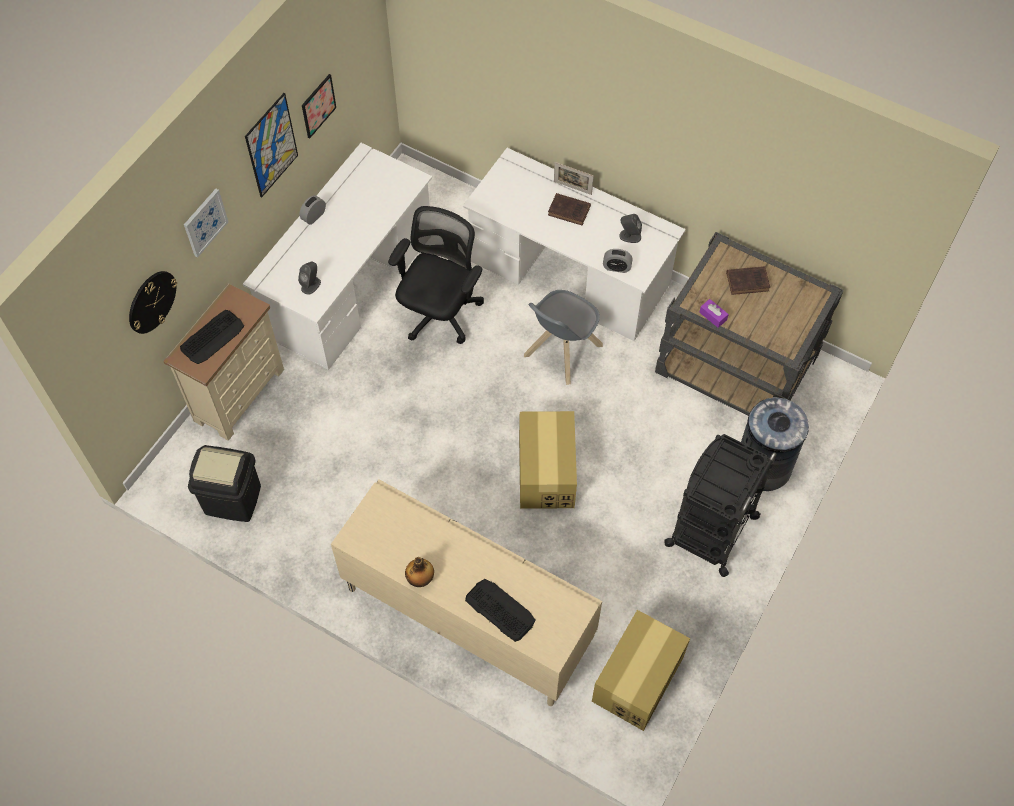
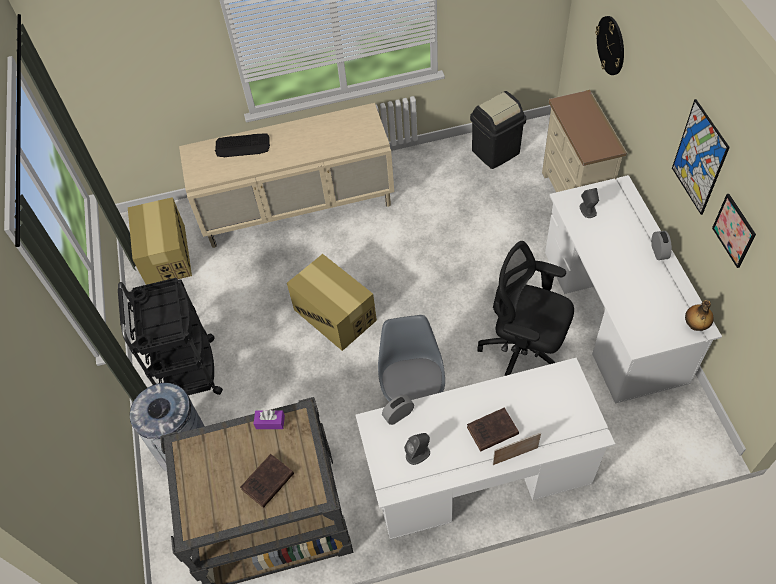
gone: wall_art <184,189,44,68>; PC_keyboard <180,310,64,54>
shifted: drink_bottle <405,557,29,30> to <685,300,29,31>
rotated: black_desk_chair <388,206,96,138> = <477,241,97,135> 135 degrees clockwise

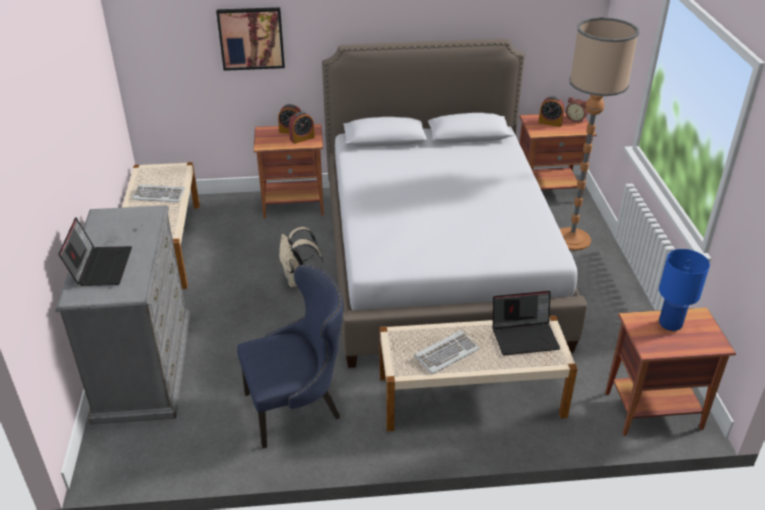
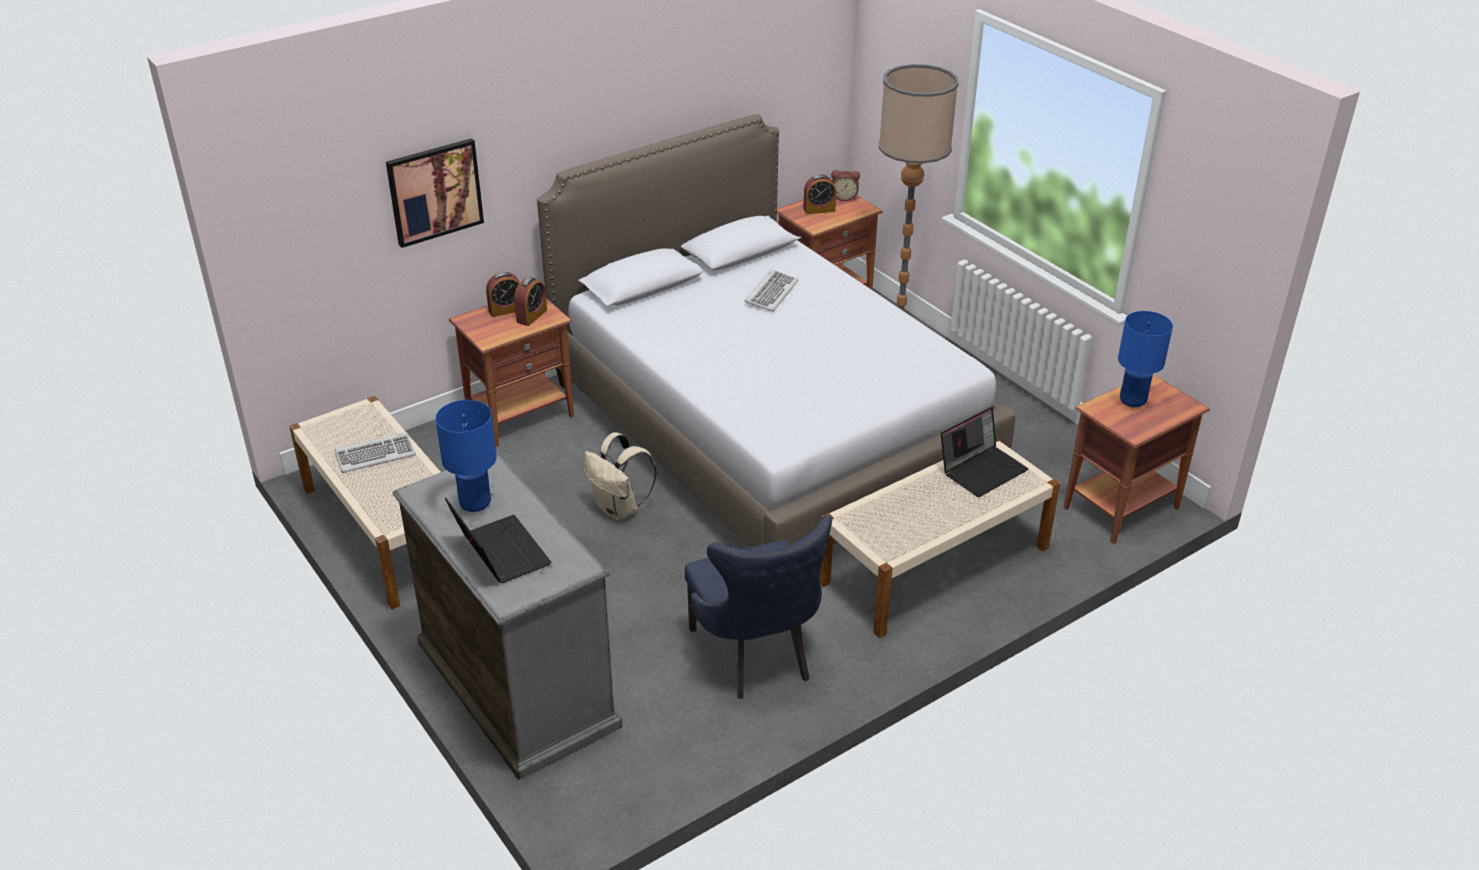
new: bluish_table_lamp <435,400,62,112>
shifted: PC_keyboard <414,330,65,44> to <744,270,54,42>
rotated: bluish_chair <237,264,106,185> = <685,515,147,184> 120 degrees clockwise

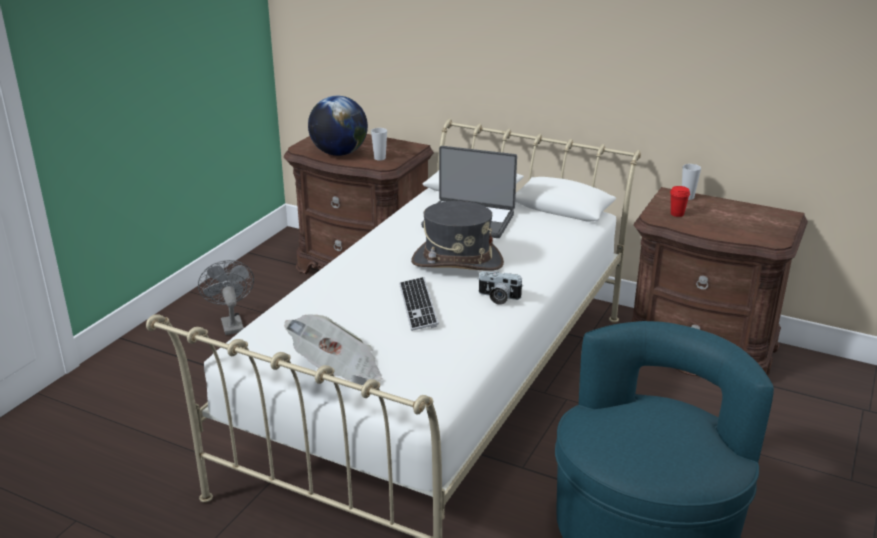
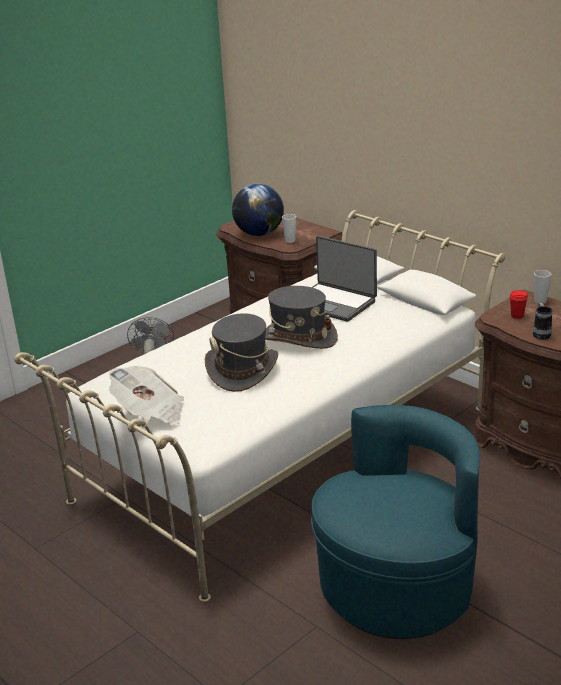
gone: still_camera <478,271,44,34>
new: mug <533,303,19,37>
swapped: PC_keyboard <399,277,40,54> to gray_clothing_hat <205,313,73,79>

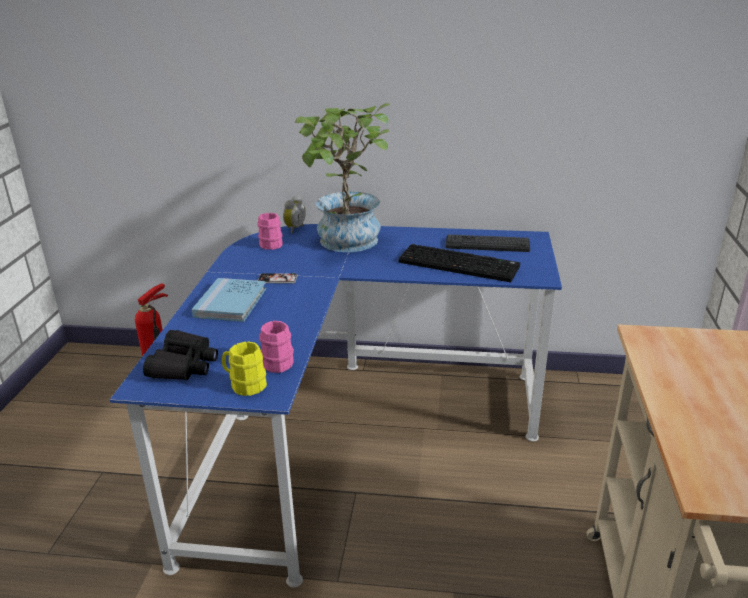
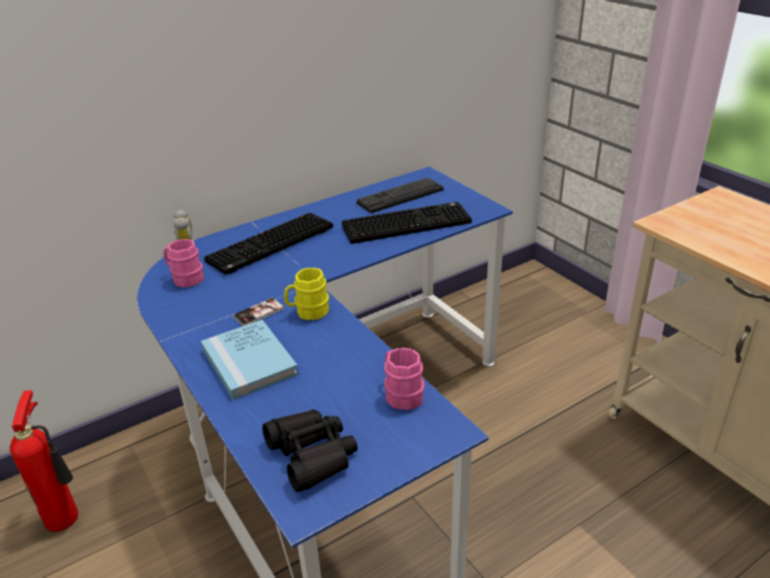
shifted: yellow-coloured_mug <222,342,45,54> to <284,268,45,52>
swapped: plant_in_a_pot <295,103,95,149> to PC_keyboard <204,213,129,62>

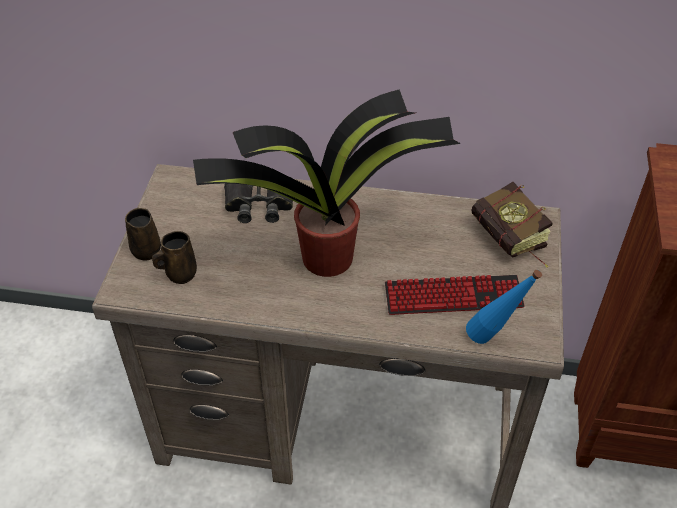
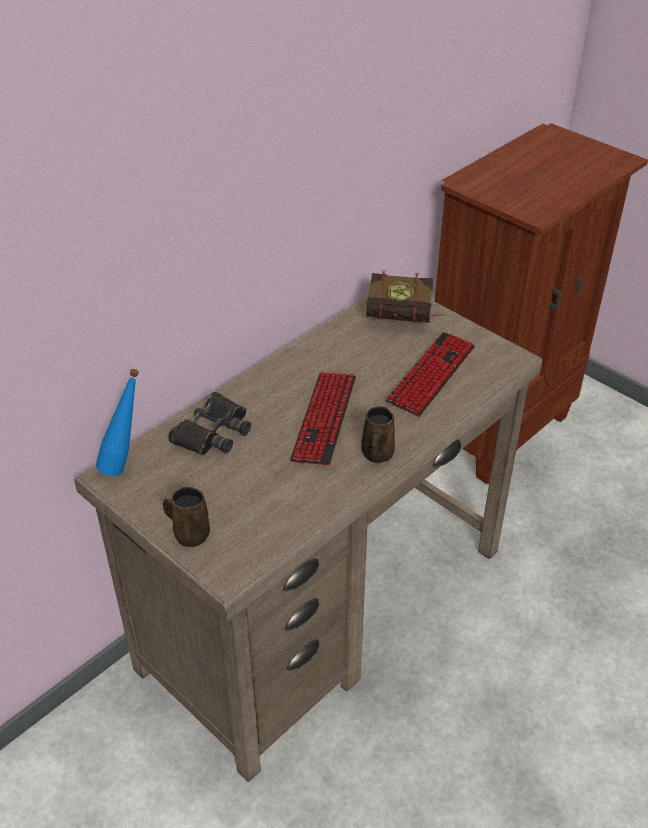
shifted: brown_mug <152,231,45,53> to <362,406,33,57>; bluish_drink_bottle <466,270,76,74> to <96,369,43,107>
swapped: plant_in_a_pot <193,89,268,188> to PC_keyboard <290,372,66,93>

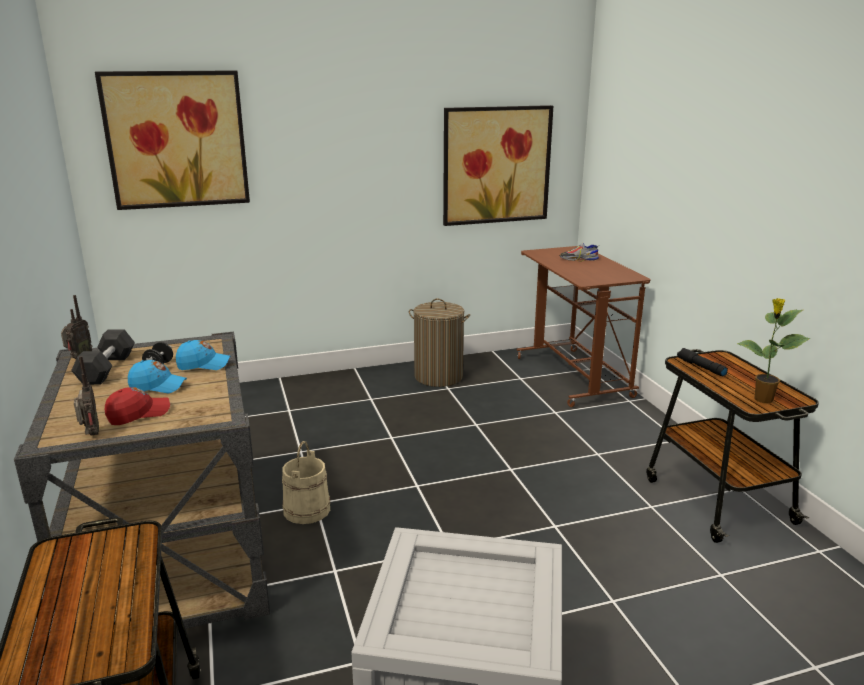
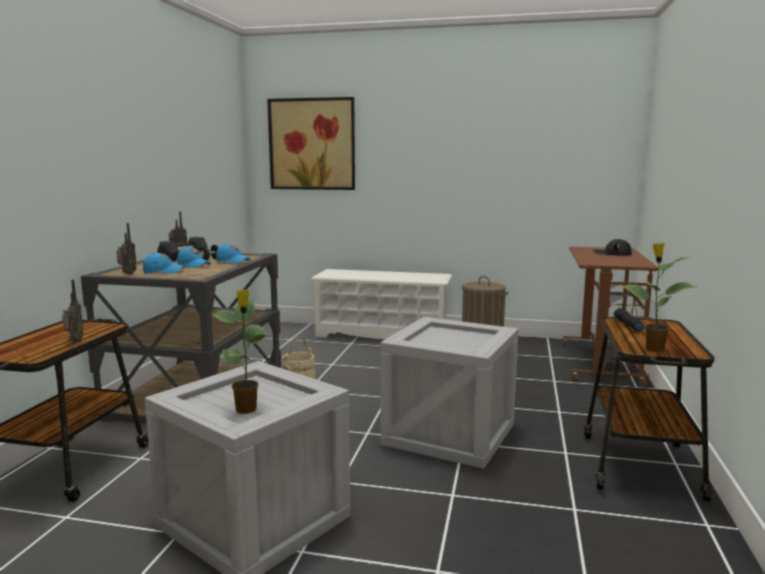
gone: wall_art <443,105,110,121>
new: white-coloured_shoe_shelf <311,269,141,70>; radio <62,280,21,62>; plant_in_a_pot <213,290,56,124>; crate <380,317,138,152>
swapped: item_of_footwear <560,243,39,19> to black_peaked_cap <593,239,39,17>
repainted: red-coloured_peaked_cap <105,387,65,38> to bluish_peaked_cap <143,253,41,21>

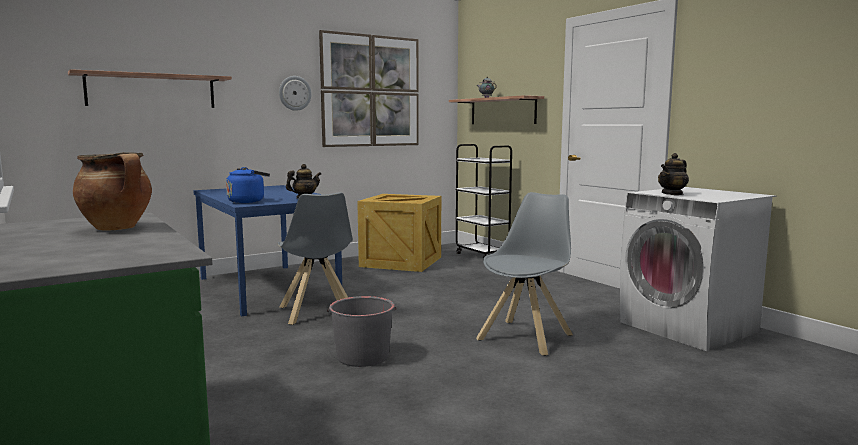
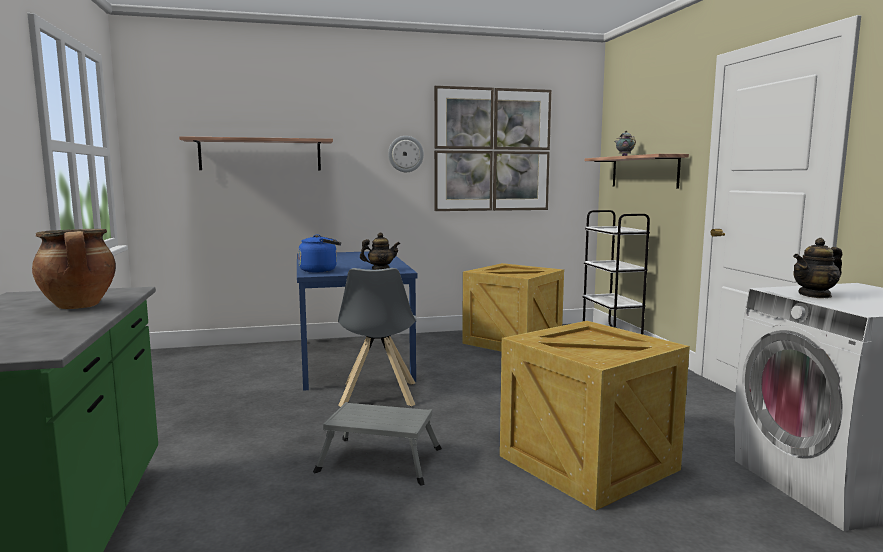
swapped: gray_chair <476,192,97,164> to crate <500,321,190,190>; gray_pail <327,296,69,71> to gray_step_stool <313,402,129,83>

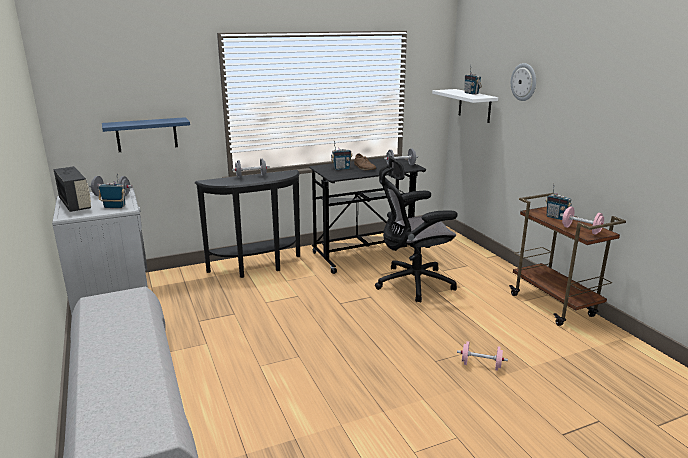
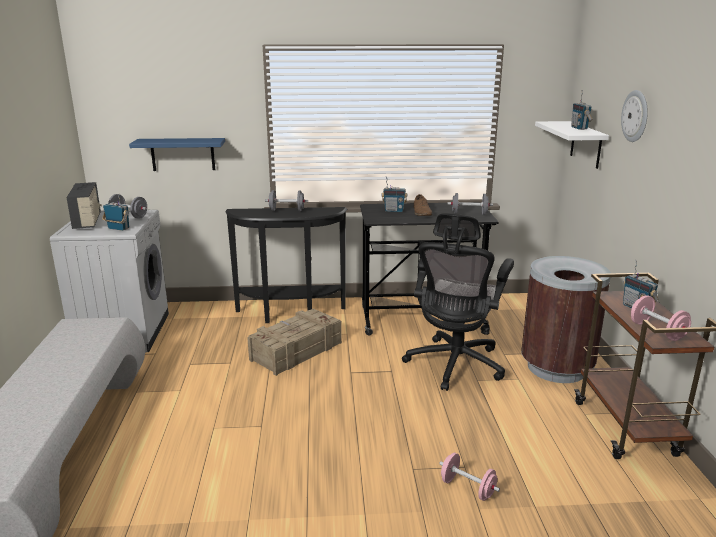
new: brown_trash_can <521,256,90,127>; crate <247,309,95,67>
rotated: desk_chair <375,156,82,146> = <402,213,112,178> 75 degrees counterclockwise

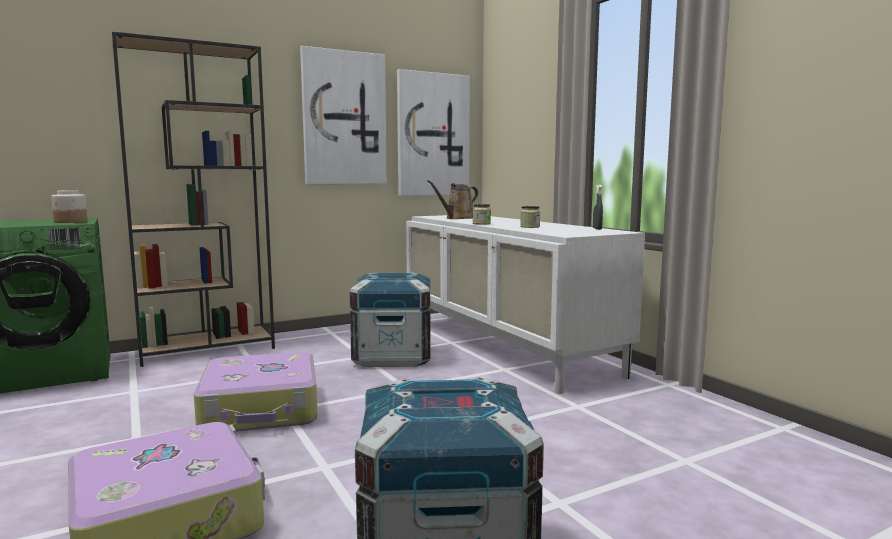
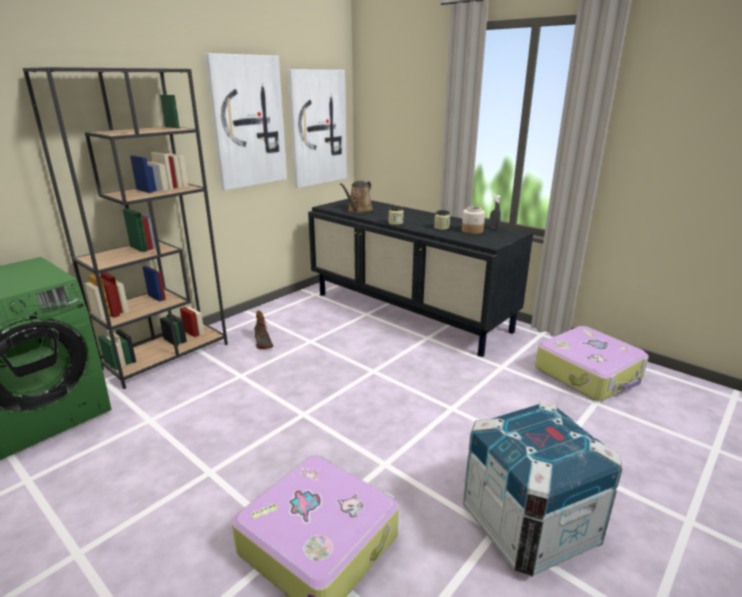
gone: crate <349,272,82,95>
new: boot <254,310,19,39>
shifted: storage_jar <51,190,36,33> to <462,206,23,28>; travel_case <194,352,124,80> to <535,326,114,75>
repainted: white-coloured_storage_cabinet <406,215,239,179> to black_storage_cabinet <308,199,225,158>

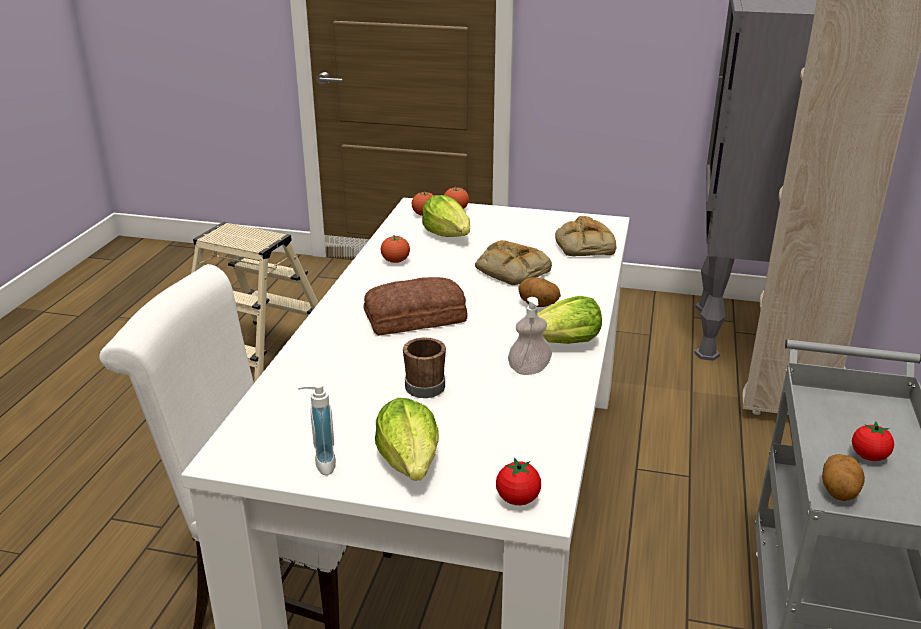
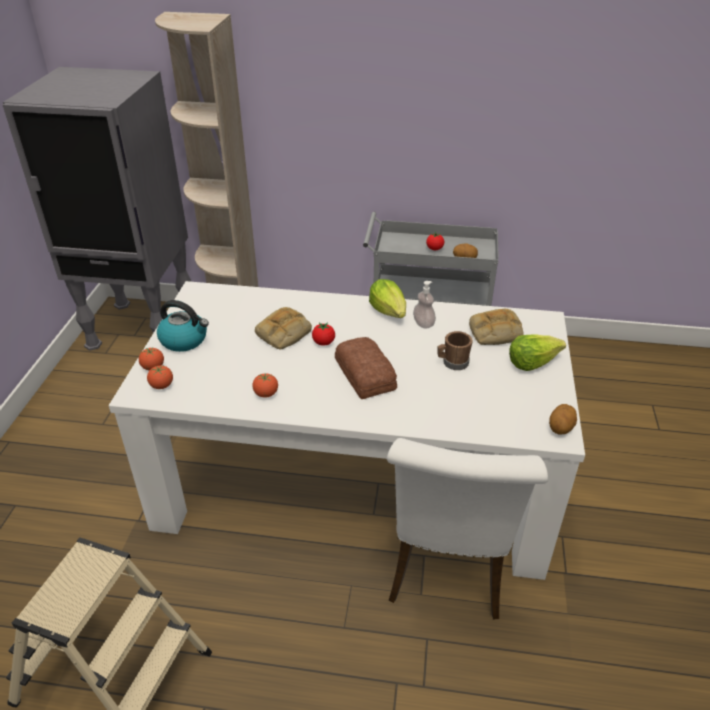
gone: lettuce <422,195,48,42>; soap_bottle <298,382,38,93>
new: kettle <157,300,52,52>
shifted: baked_bread <555,216,61,40> to <469,309,55,36>; spud <518,277,43,30> to <549,404,28,31>; tomato <496,458,45,47> to <312,323,23,23>

